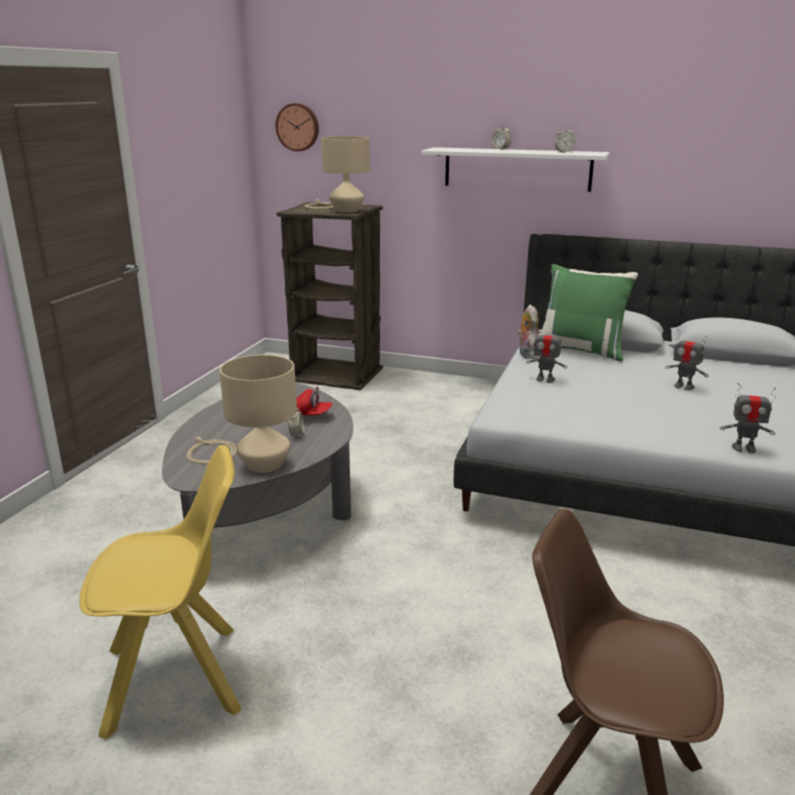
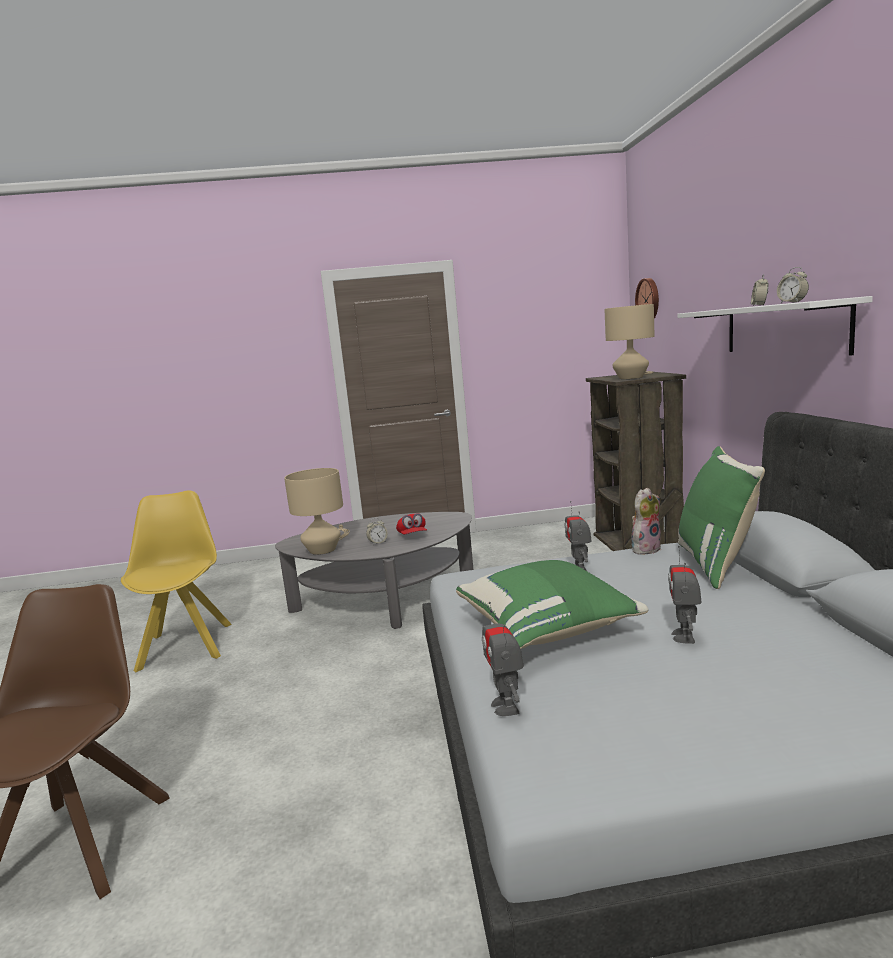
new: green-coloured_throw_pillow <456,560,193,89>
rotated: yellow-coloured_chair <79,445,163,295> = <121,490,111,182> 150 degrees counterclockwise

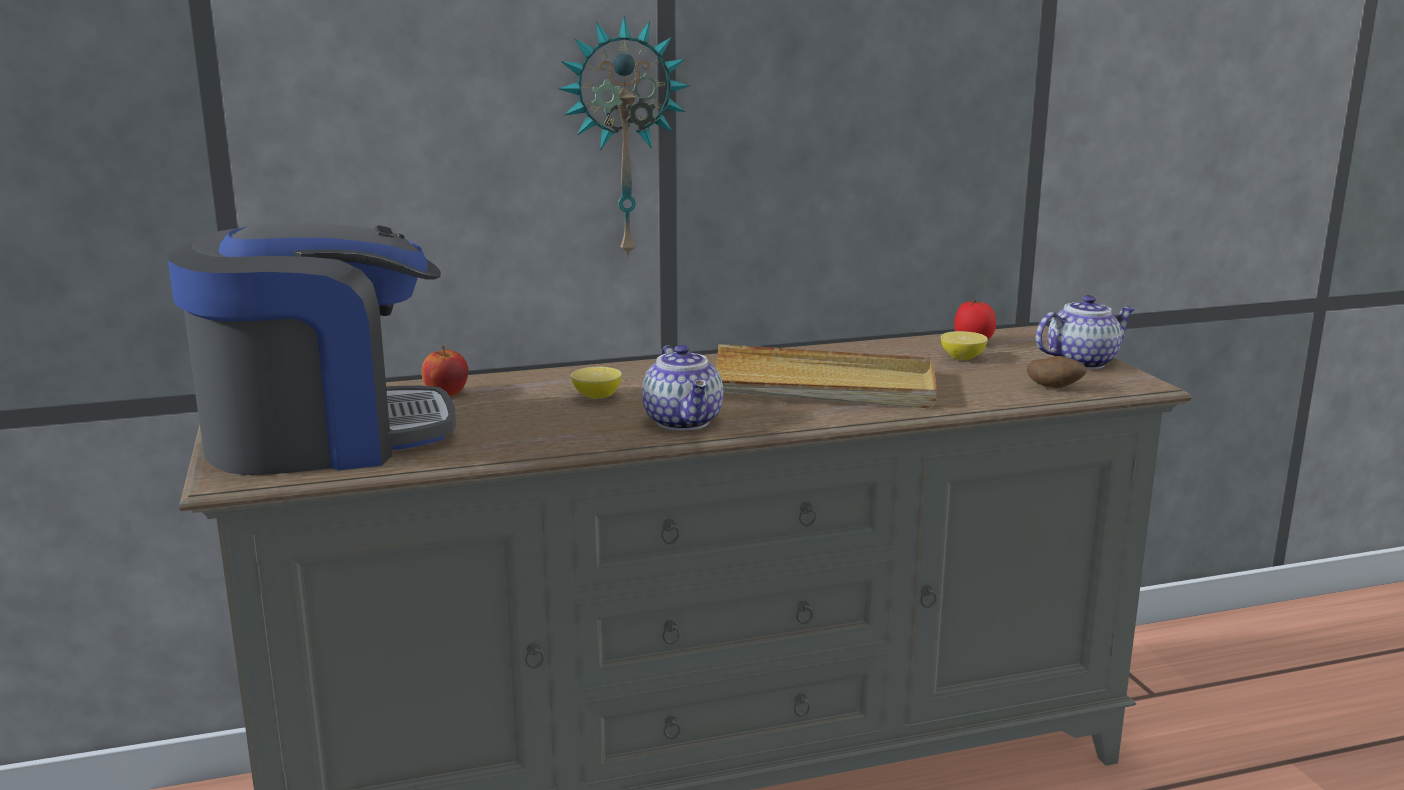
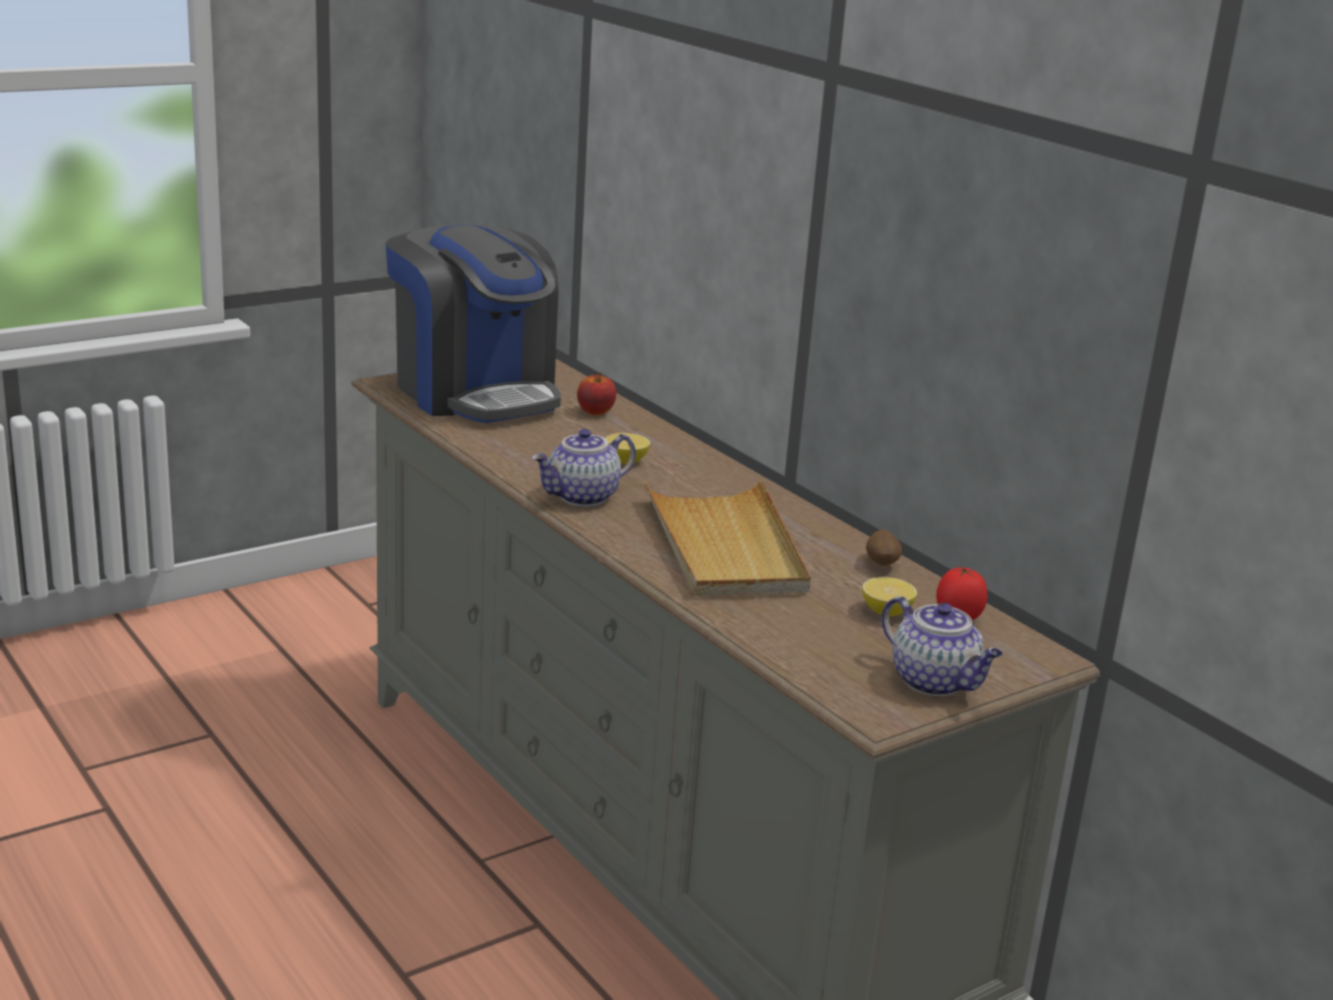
gone: hanging_clock <558,16,132,245>
shifted: spud <1027,356,60,32> to <866,529,36,37>

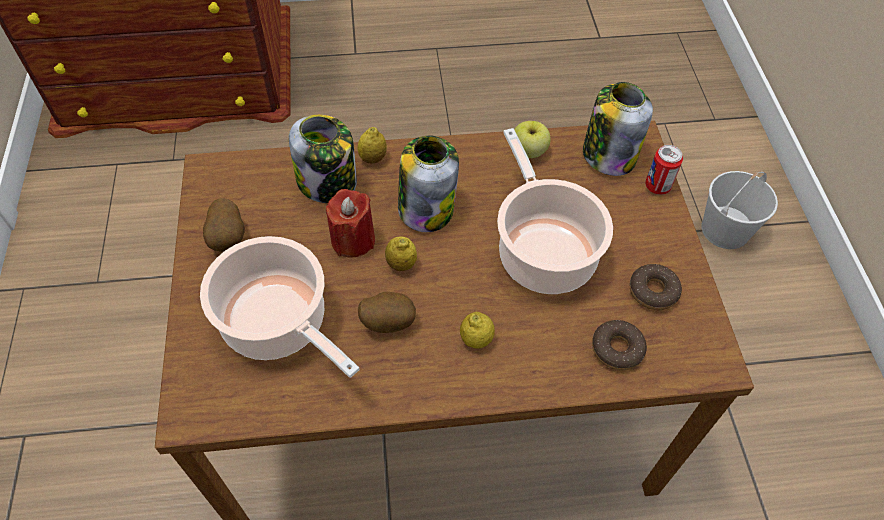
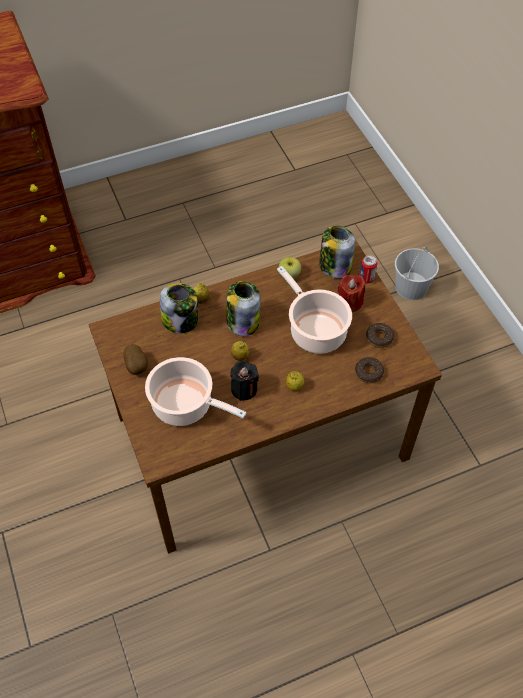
shifted: red-coloured_wax_light <326,189,49,68> to <337,275,28,37>
swapped: spud <358,292,58,41> to black_wax_light <231,361,28,40>

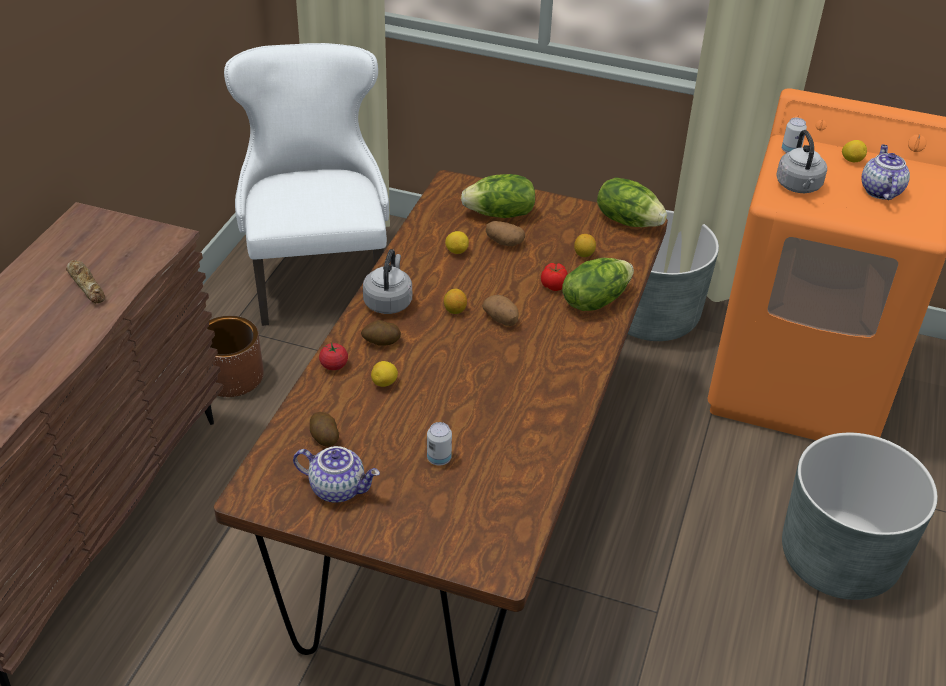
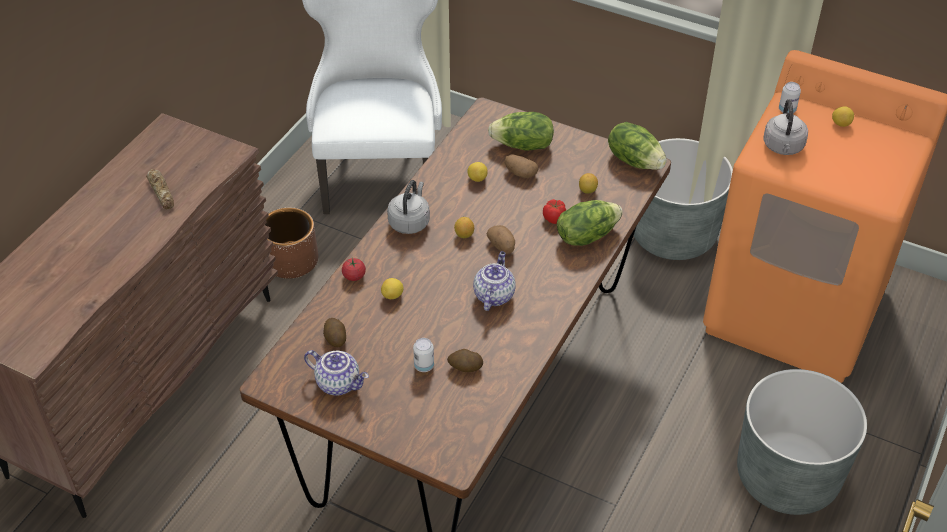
shifted: teapot <862,144,48,56> to <473,251,43,60>; spud <361,320,40,26> to <447,349,36,23>

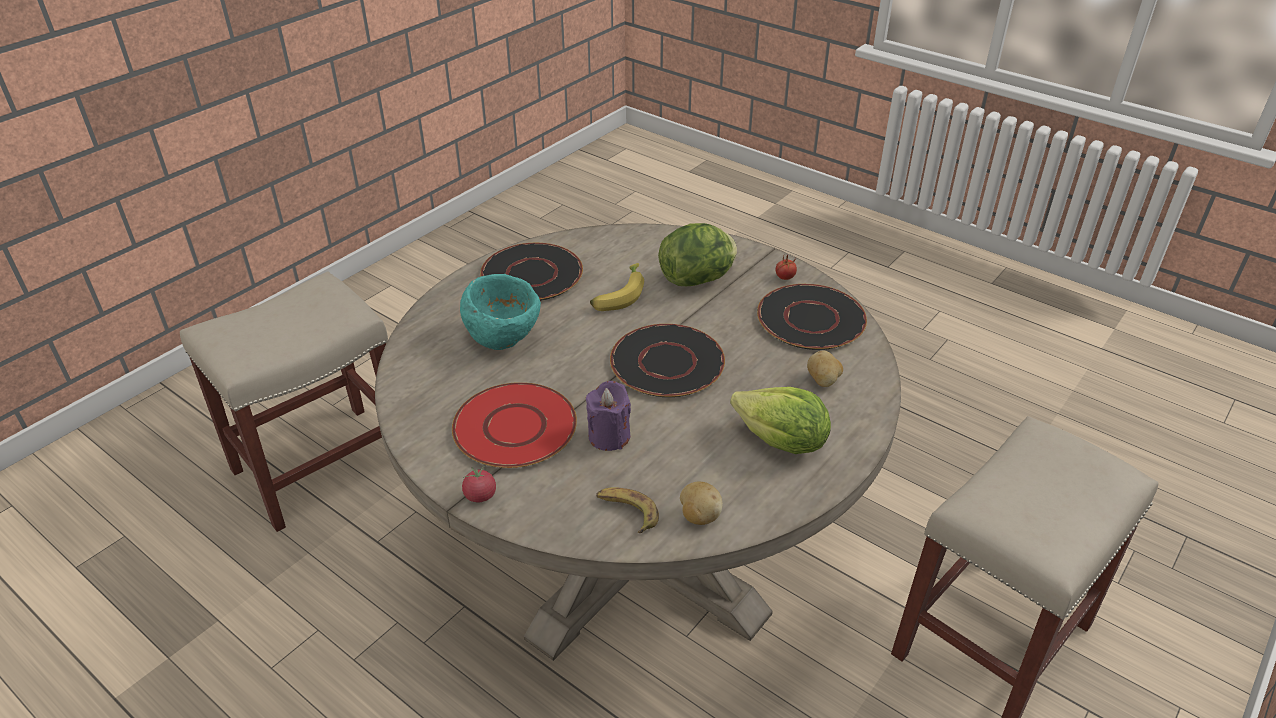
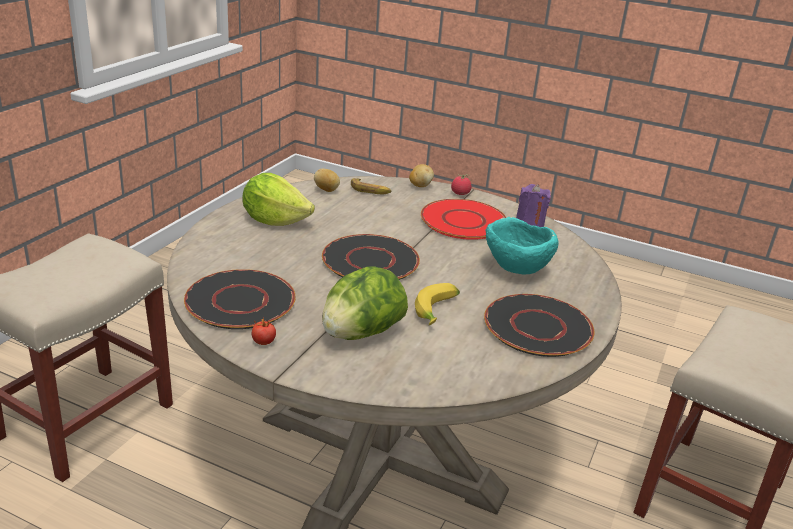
shifted: spud <807,350,36,37> to <409,164,25,23>; purplish_wax_light <586,381,45,70> to <516,184,35,43>

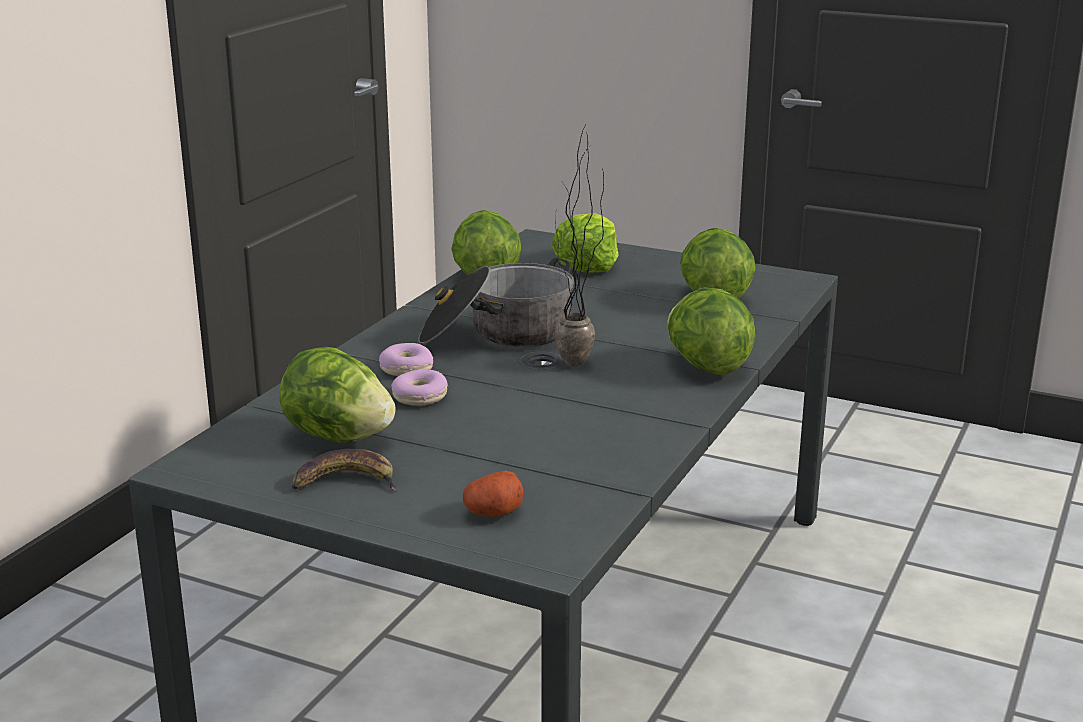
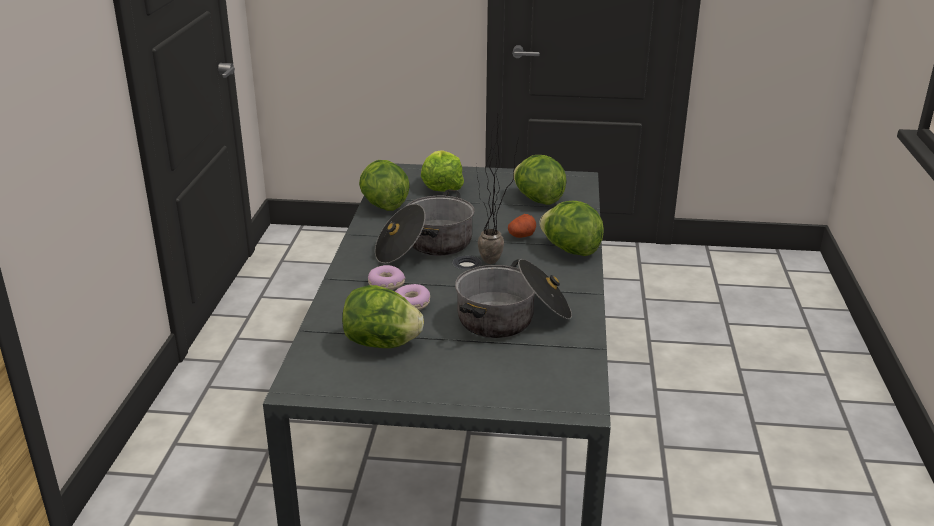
gone: banana <292,449,105,43>
new: saucepot <455,259,117,79>
shifted: spud <463,470,60,47> to <508,214,28,24>

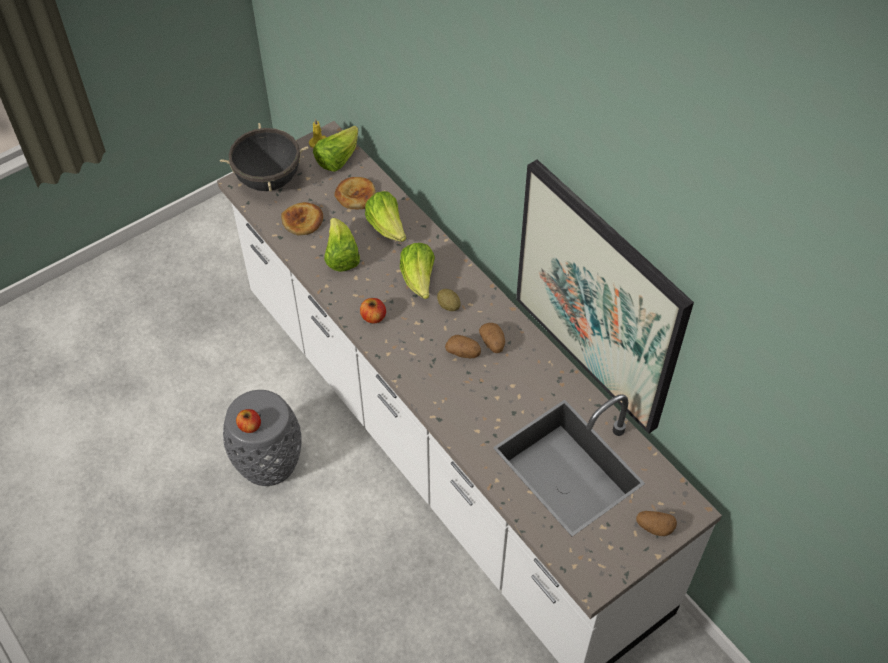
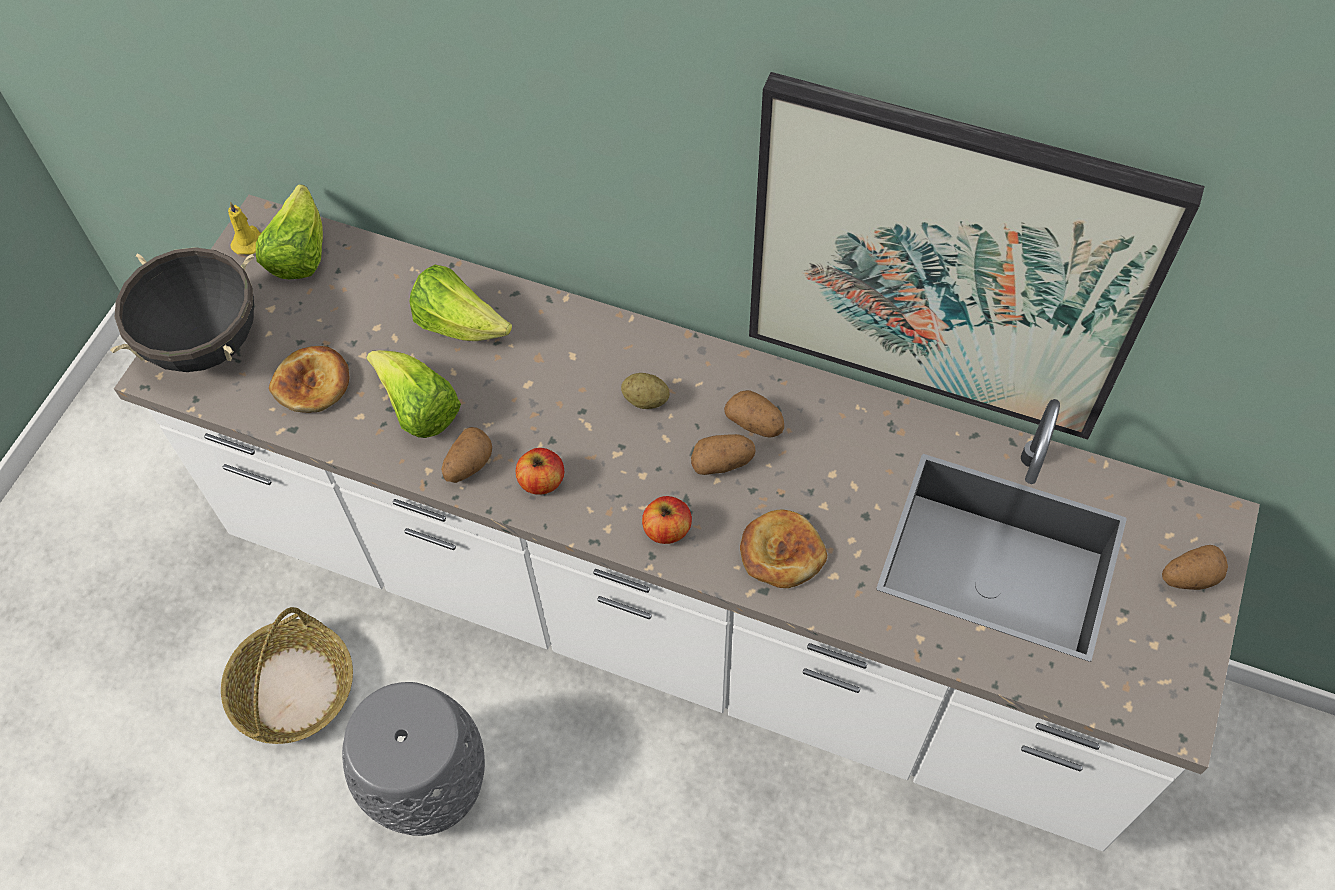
gone: lettuce <400,243,35,56>
new: spud <441,427,51,56>; storage_basket <221,607,132,137>
shifted: baked_bread <334,177,42,32> to <740,510,87,78>; apple <236,409,25,24> to <642,496,50,48>

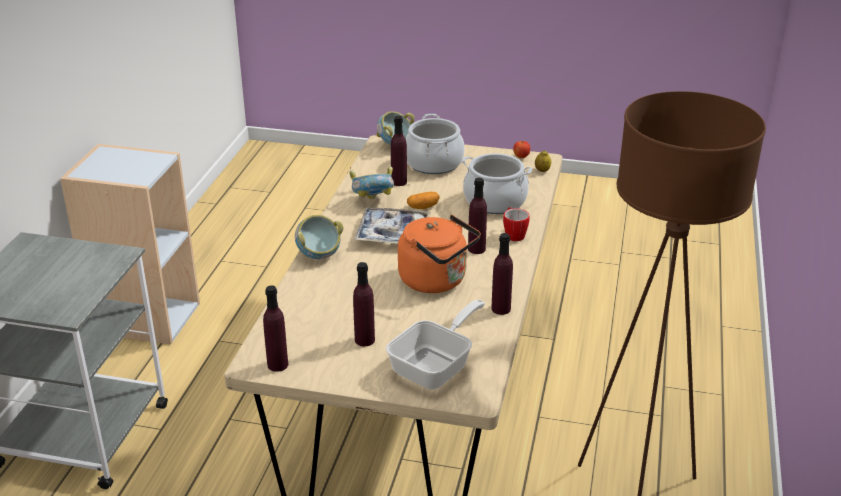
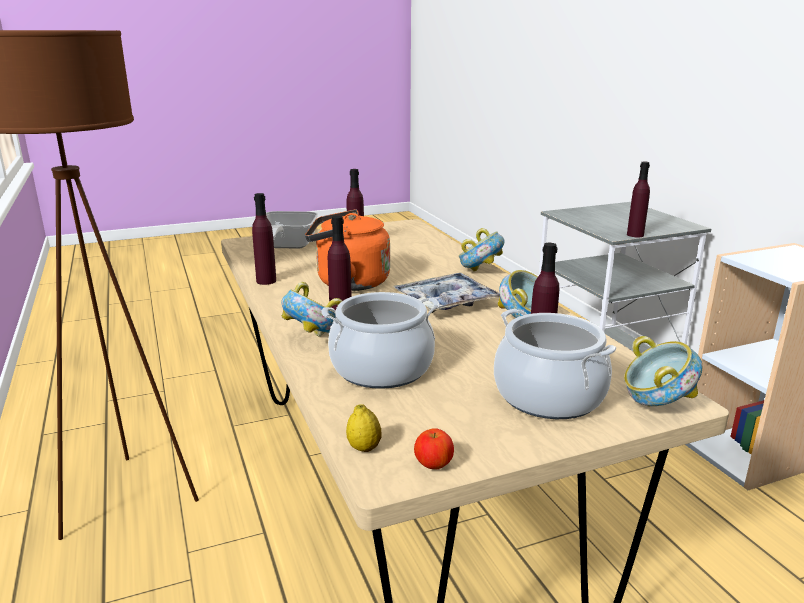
gone: spud <407,192,33,17>
shifted: purplish_drink_bottle <263,285,25,87> to <627,162,23,75>
swapped: mug <503,207,27,34> to deep_dish <281,282,61,55>

